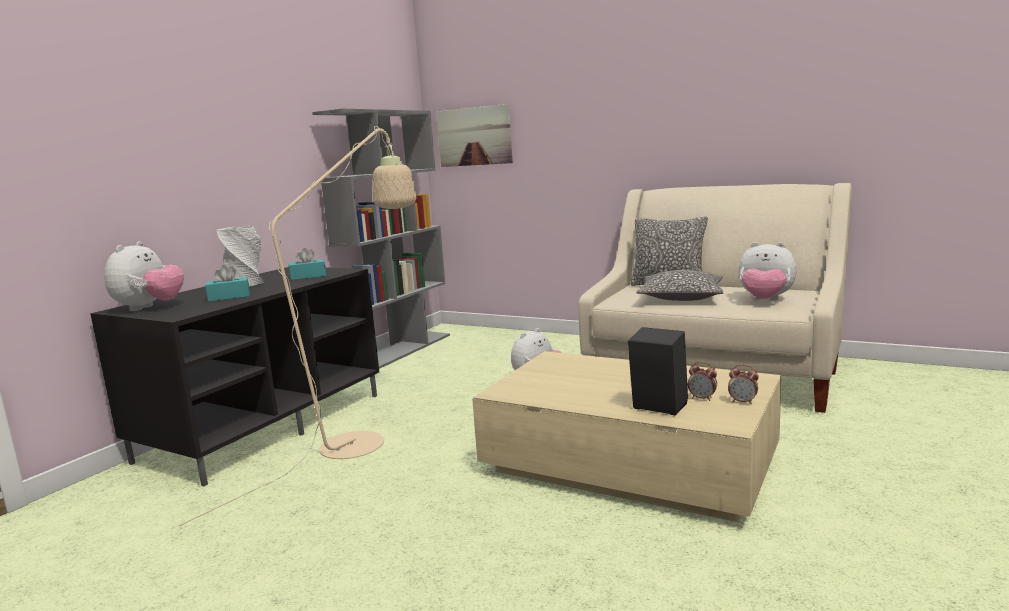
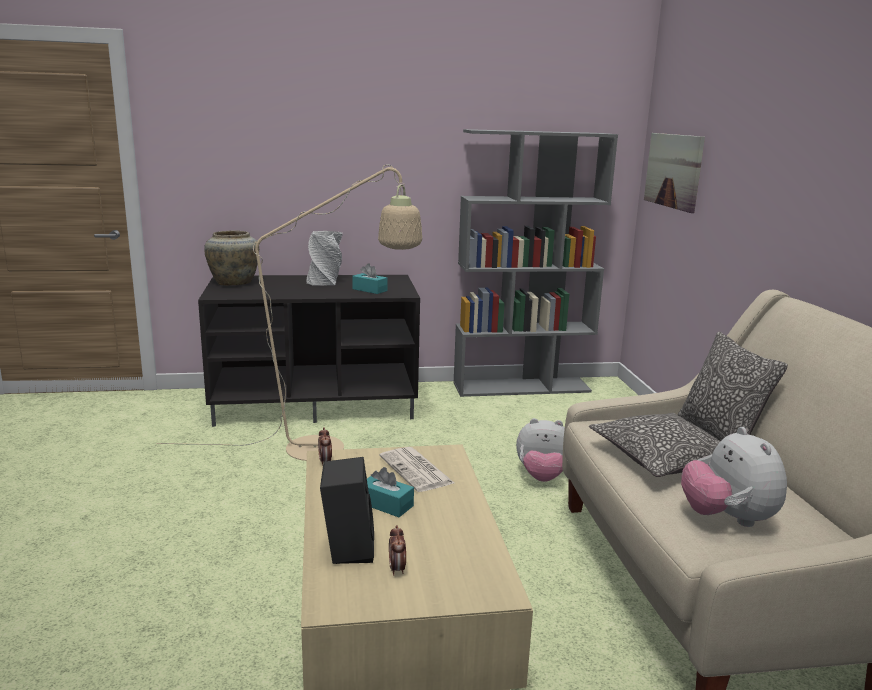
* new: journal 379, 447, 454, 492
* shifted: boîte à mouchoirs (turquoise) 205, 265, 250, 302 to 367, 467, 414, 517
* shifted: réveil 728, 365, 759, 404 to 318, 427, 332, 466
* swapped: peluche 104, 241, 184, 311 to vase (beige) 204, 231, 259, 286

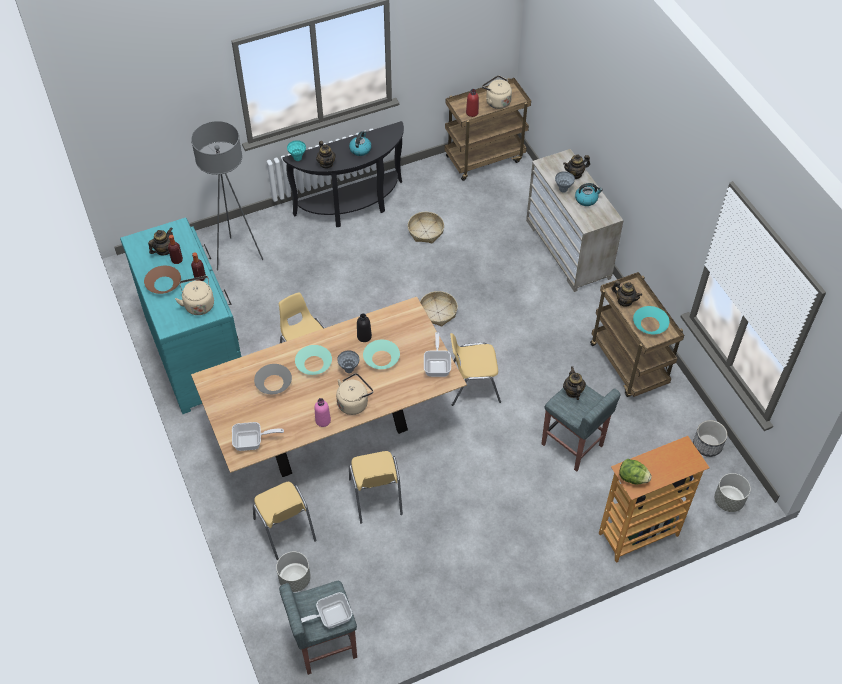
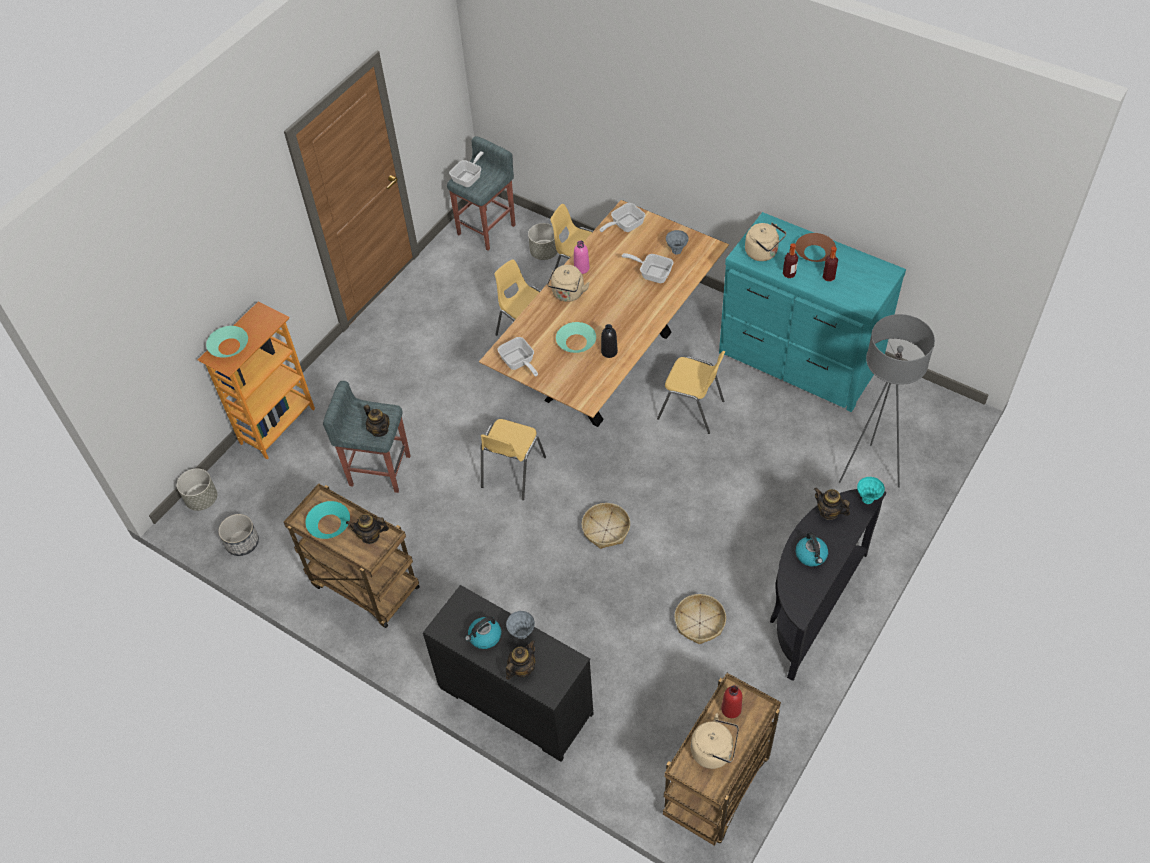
* gone: théière 148, 227, 173, 256
* gone: laitue 619, 459, 652, 484
* shifted: bol (turquoise) 295, 345, 332, 375 to 206, 326, 248, 358
* shifted: vase (gris) 337, 350, 359, 373 to 666, 230, 689, 255
* swapped: bol (gris) 254, 364, 292, 394 to poêle 622, 253, 674, 283
* repainted: commode (beige) 526, 149, 624, 292 to commode (noir) 423, 585, 594, 762
* rotated: chaise (jaune) 450, 333, 501, 406 = 481, 419, 546, 500 150 degrees clockwise

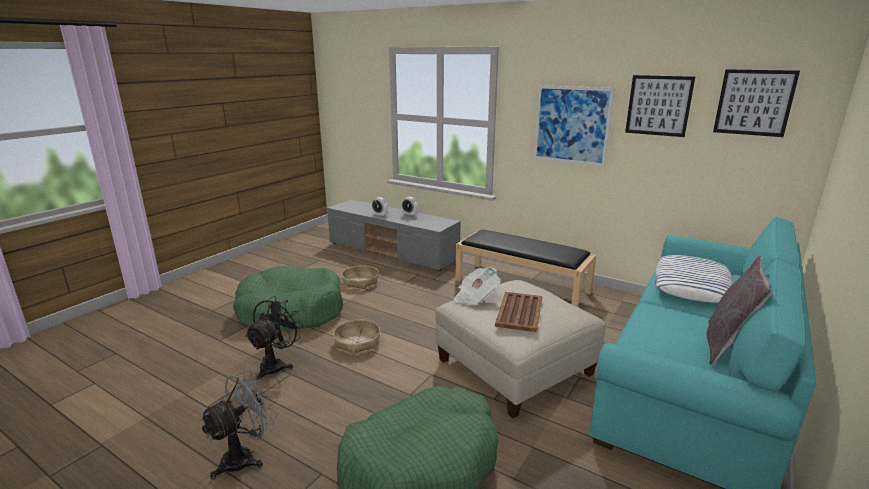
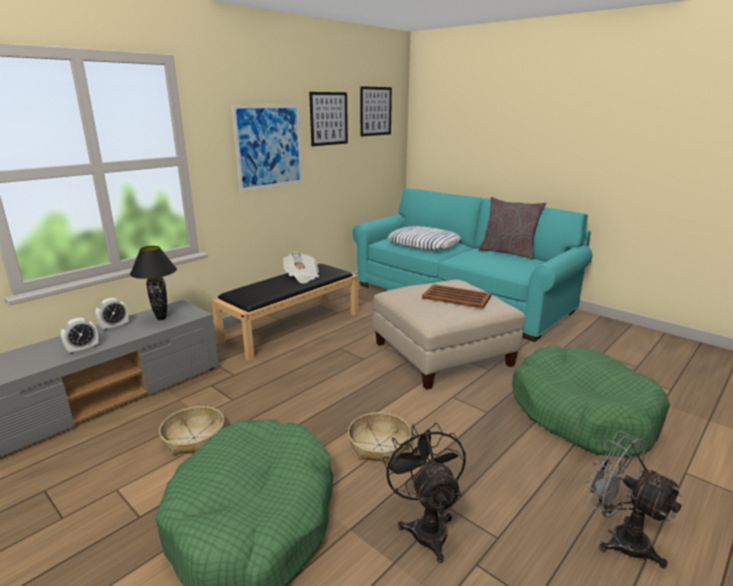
* new: lampe de table (noir) 130, 246, 177, 320
* shifted: journal 454, 267, 501, 306 to 283, 252, 319, 284
* rotated: ventilateur (noir) 245, 296, 303, 381 = 383, 422, 466, 563 45 degrees clockwise

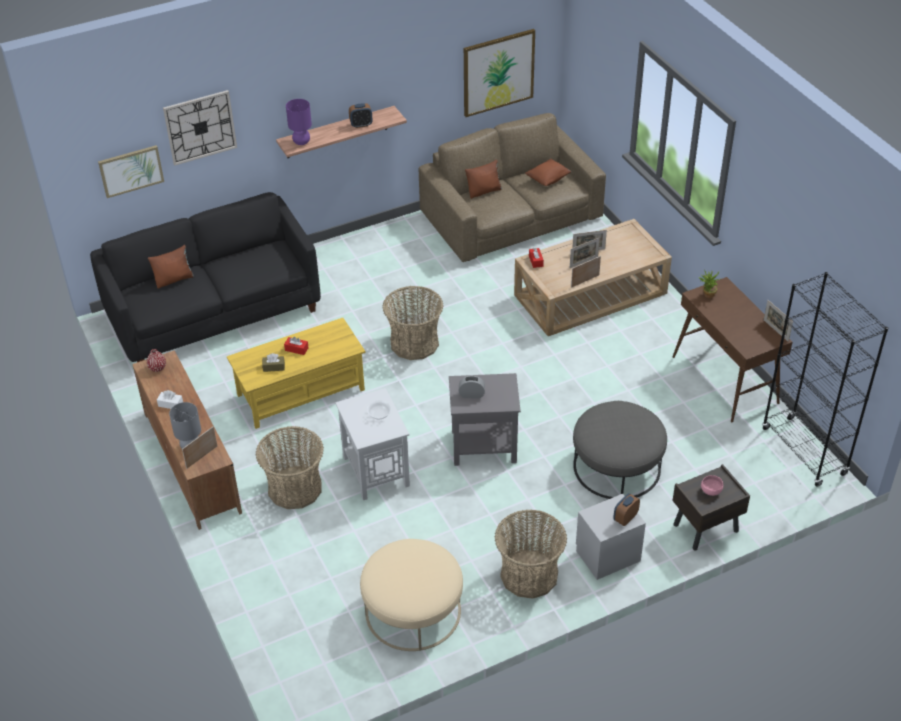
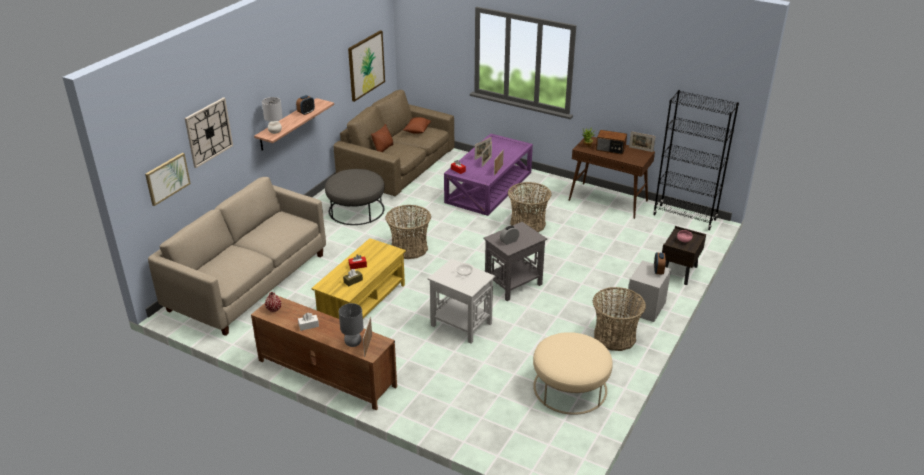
* gone: coussin (marron) 148, 245, 194, 289
* new: radio 596, 130, 627, 154
* shifted: panier 256, 426, 324, 509 to 508, 182, 552, 232
* shifted: pouf (gris) 573, 401, 667, 499 to 325, 169, 385, 225
* repainted: canapé (noir) 90, 192, 321, 362 to canapé (beige) 148, 177, 326, 336
* repainted: lampe de table (violet) 286, 99, 312, 145 to lampe de table (gris) 262, 97, 283, 134
* repainted: table basse (beige) 514, 219, 672, 336 to table basse (violet) 444, 133, 533, 216

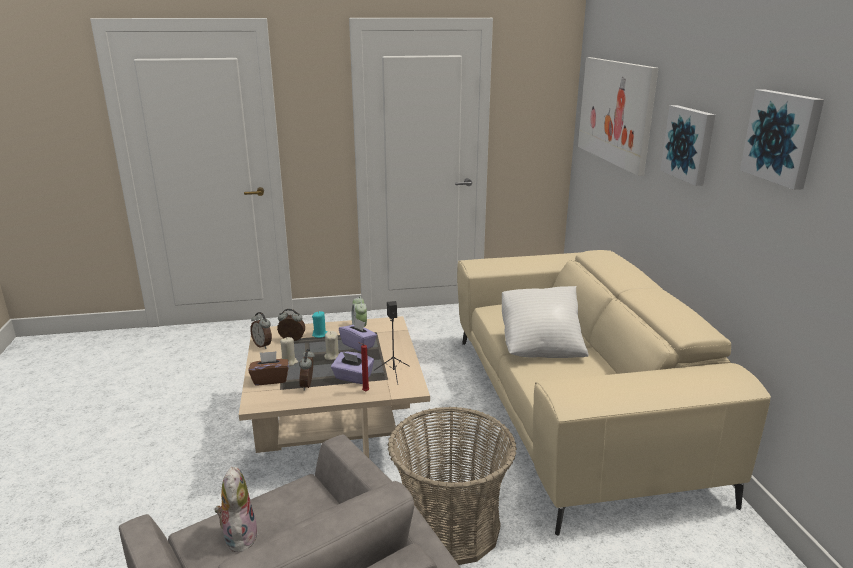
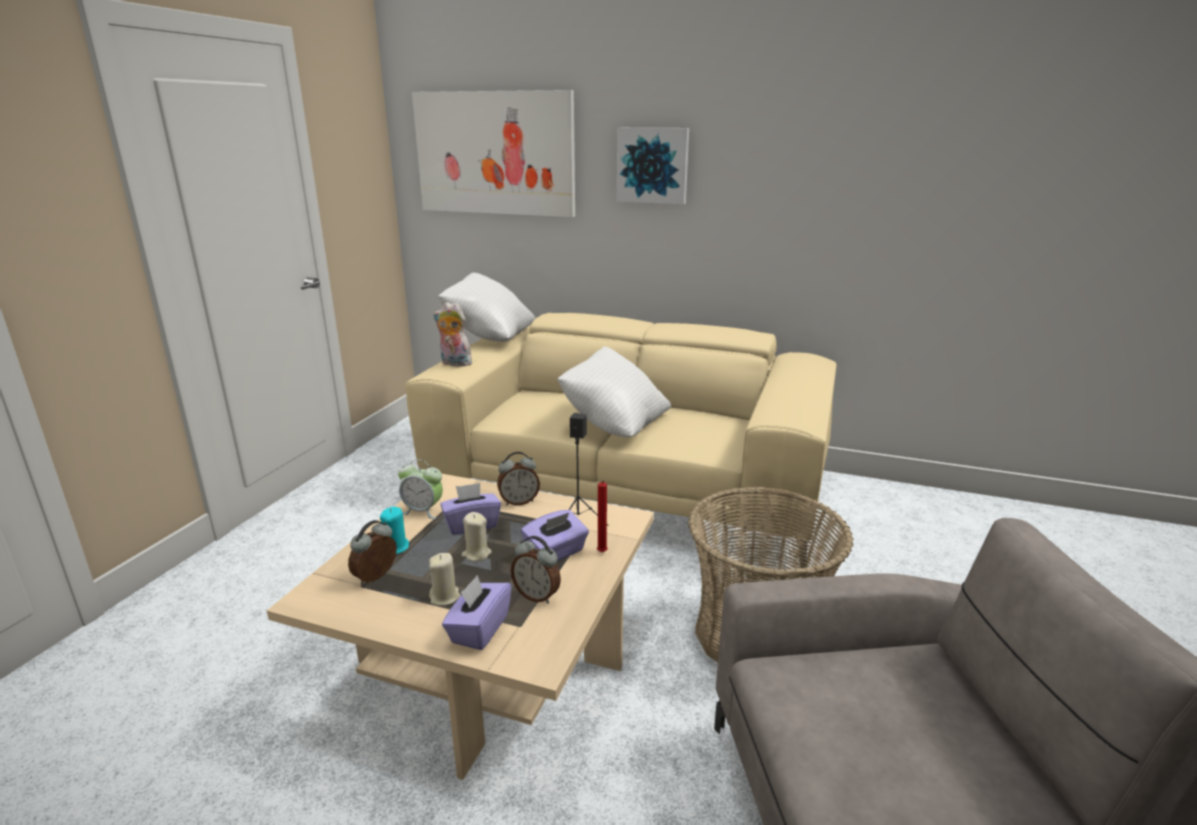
* gone: tableau 740, 89, 824, 190
* new: coussin (blanc) 438, 273, 535, 342
* shifted: peluche 215, 467, 258, 552 to 433, 302, 474, 367
* shifted: réveil 250, 312, 272, 349 to 497, 452, 540, 505
* repainted: boîte à mouchoirs (marron) 248, 351, 289, 385 to boîte à mouchoirs (violet) 442, 575, 512, 650

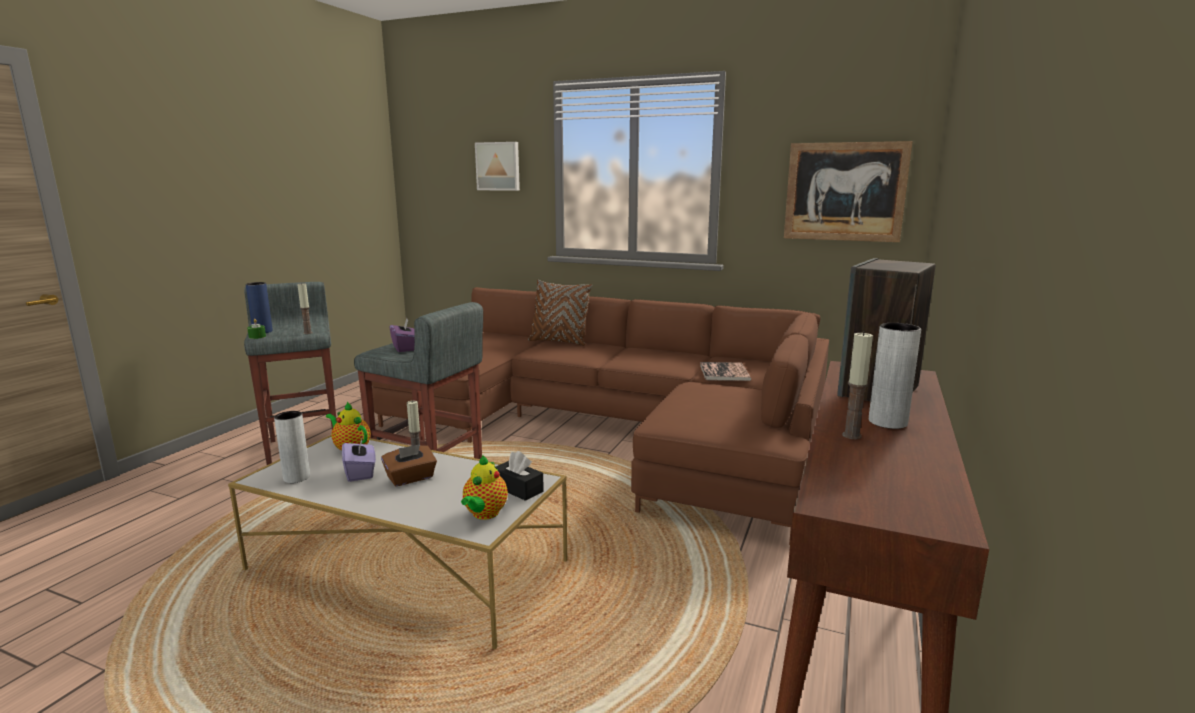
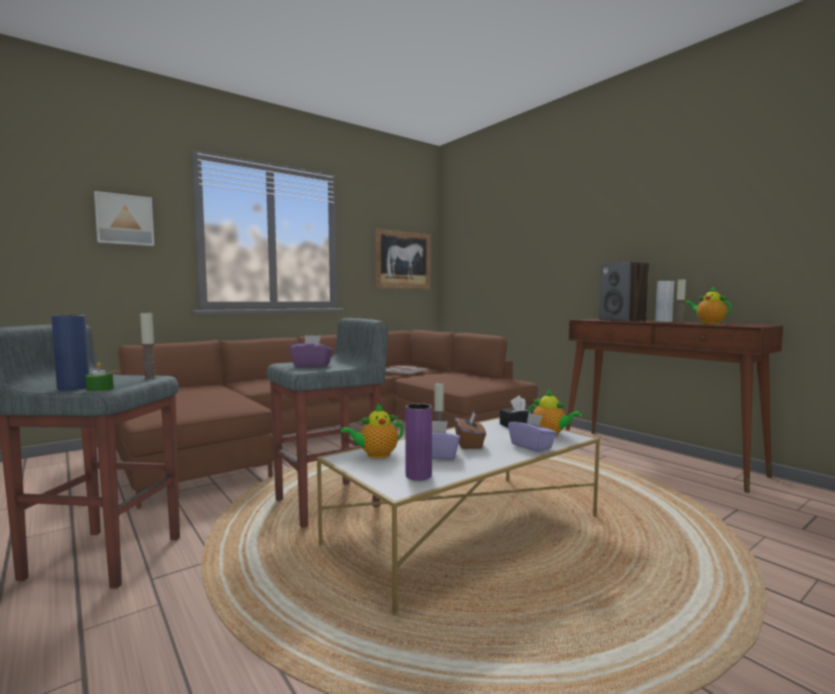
* gone: coussin (marron) 528, 279, 592, 346
* new: boîte à mouchoirs (violet) 508, 412, 557, 452
* new: théière 685, 286, 732, 324
* repainted: vase (gris) 274, 411, 310, 483 to vase (violet) 405, 403, 432, 481

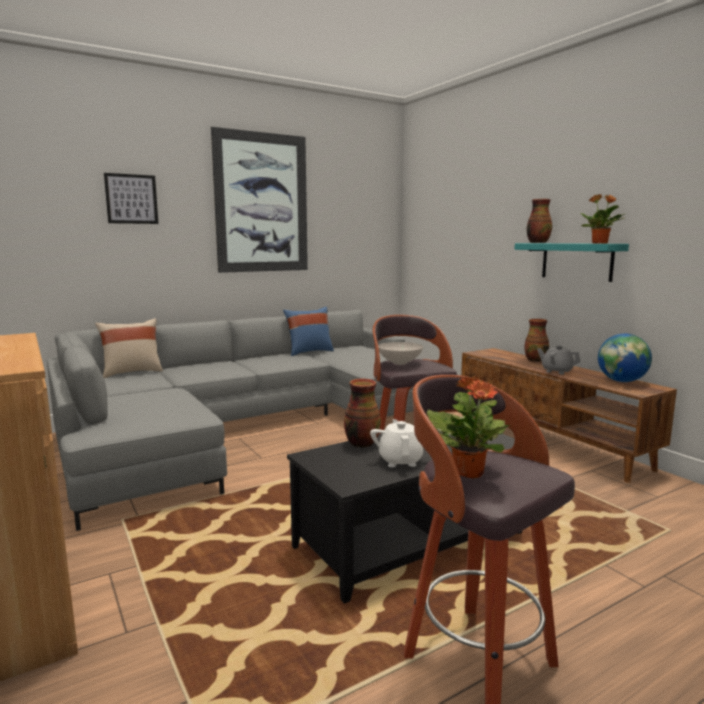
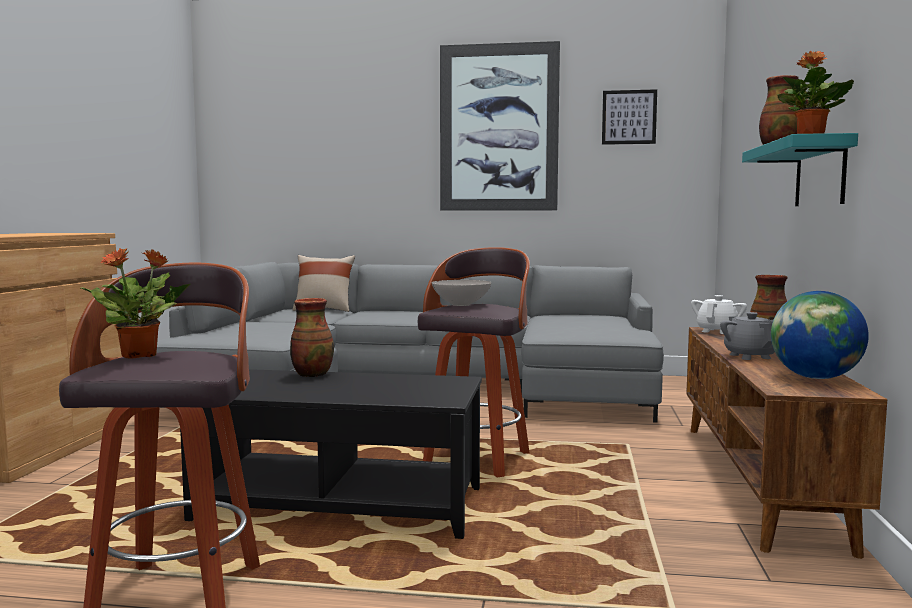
* gone: coussin (bleu) 283, 307, 334, 356
* shifted: tableau 104, 173, 158, 224 to 602, 89, 657, 145
* shifted: théière (blanc) 370, 419, 423, 467 to 691, 295, 747, 334

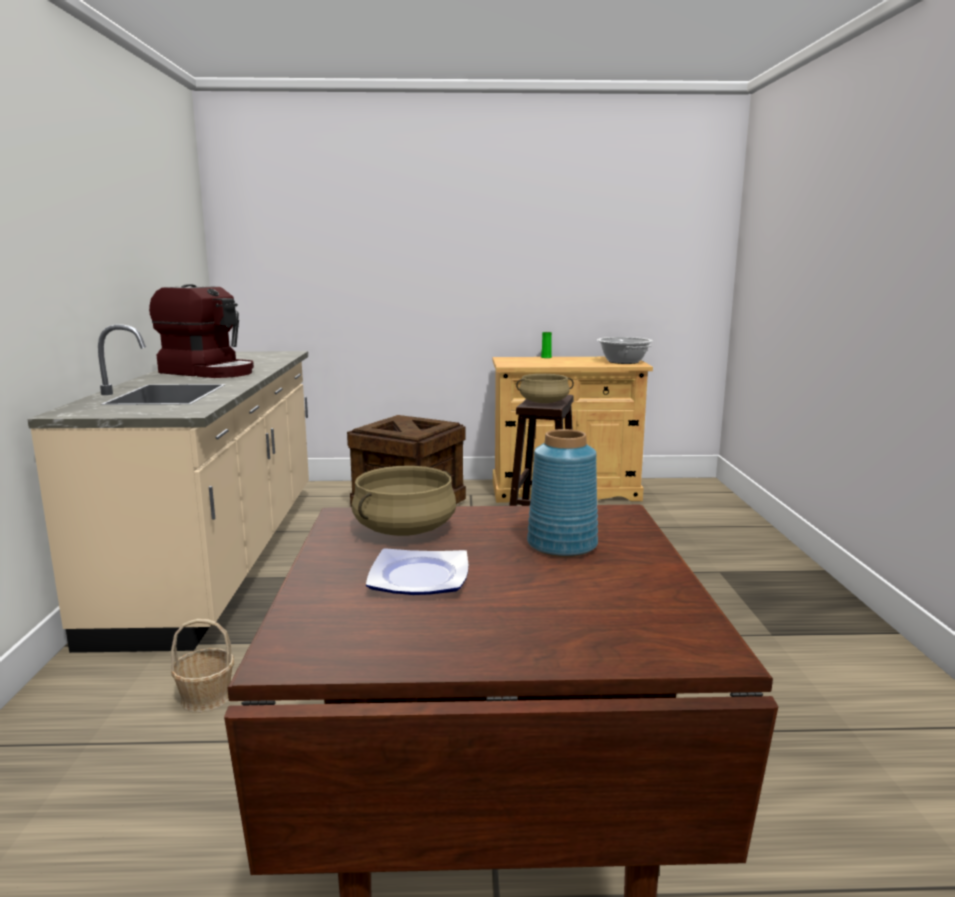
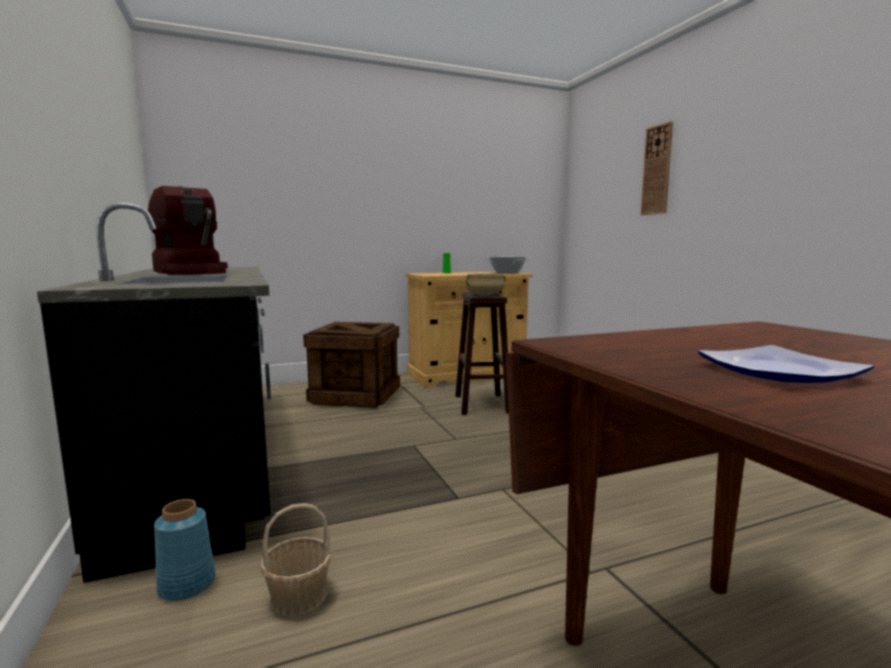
* gone: marmite (beige) 351, 466, 456, 536
* new: horloge murale 641, 121, 673, 215
* shifted: vase (bleu) 527, 429, 598, 557 to 154, 499, 216, 601
* repainted: comptoir de cuisine (beige) 27, 324, 309, 653 to comptoir de cuisine (noir) 37, 203, 271, 583
* rotated: machine à café 149, 284, 254, 378 = 148, 186, 228, 275 45 degrees clockwise

